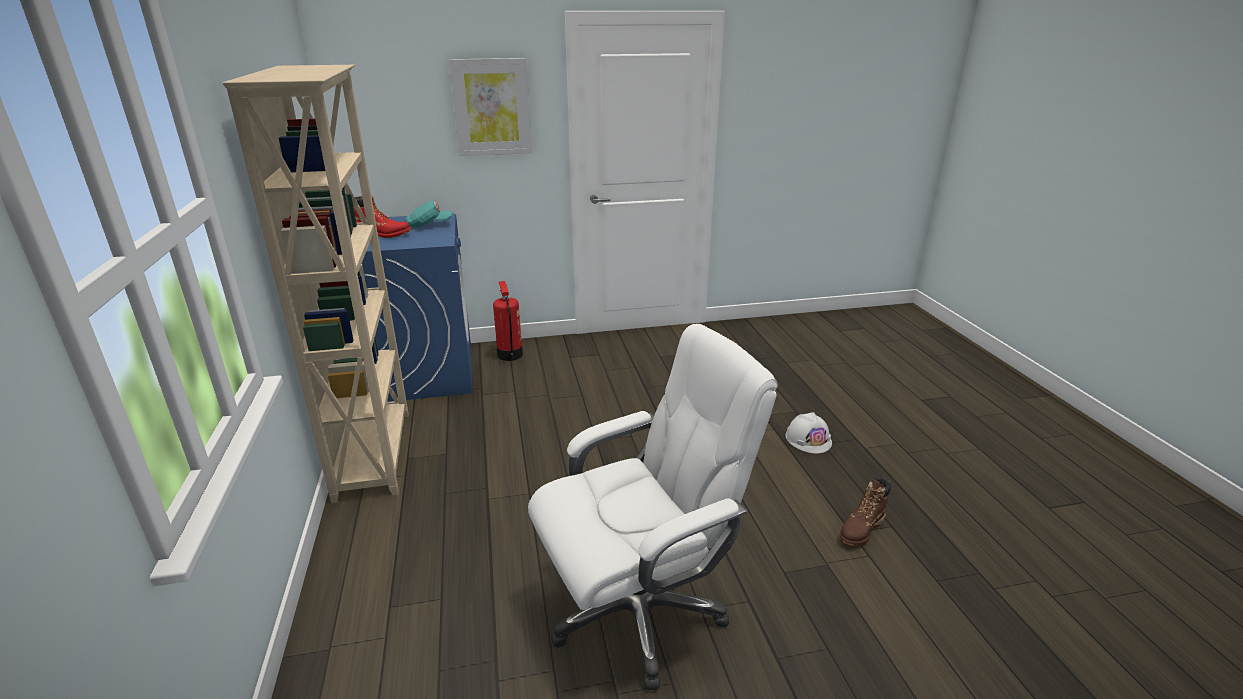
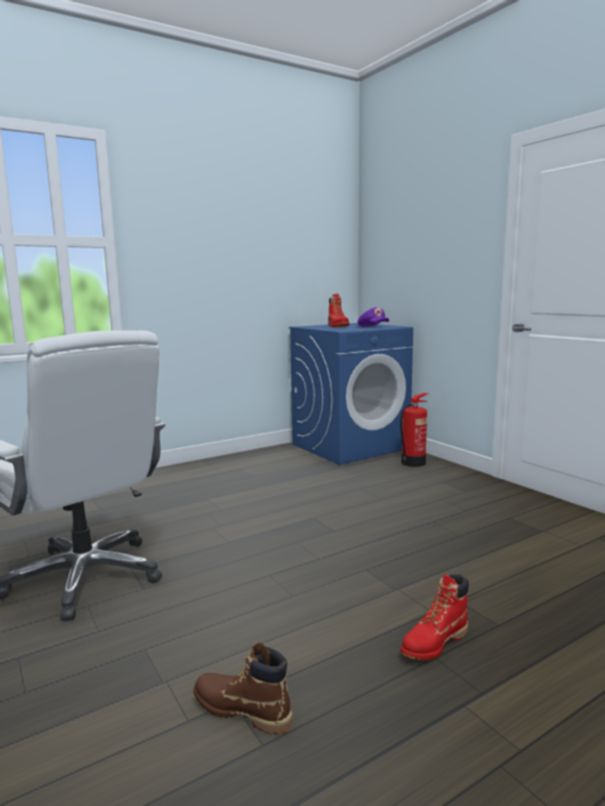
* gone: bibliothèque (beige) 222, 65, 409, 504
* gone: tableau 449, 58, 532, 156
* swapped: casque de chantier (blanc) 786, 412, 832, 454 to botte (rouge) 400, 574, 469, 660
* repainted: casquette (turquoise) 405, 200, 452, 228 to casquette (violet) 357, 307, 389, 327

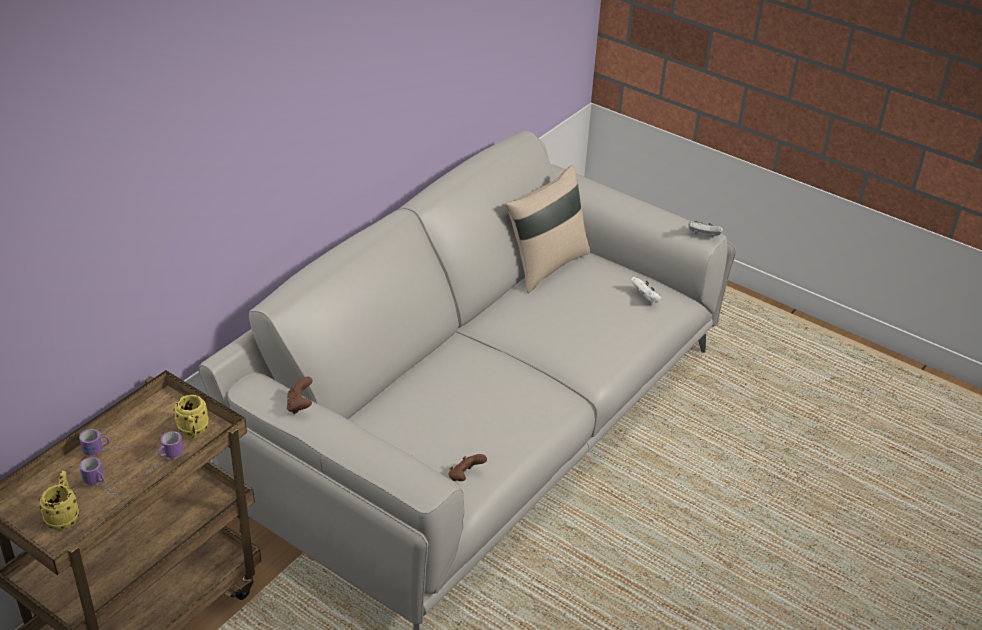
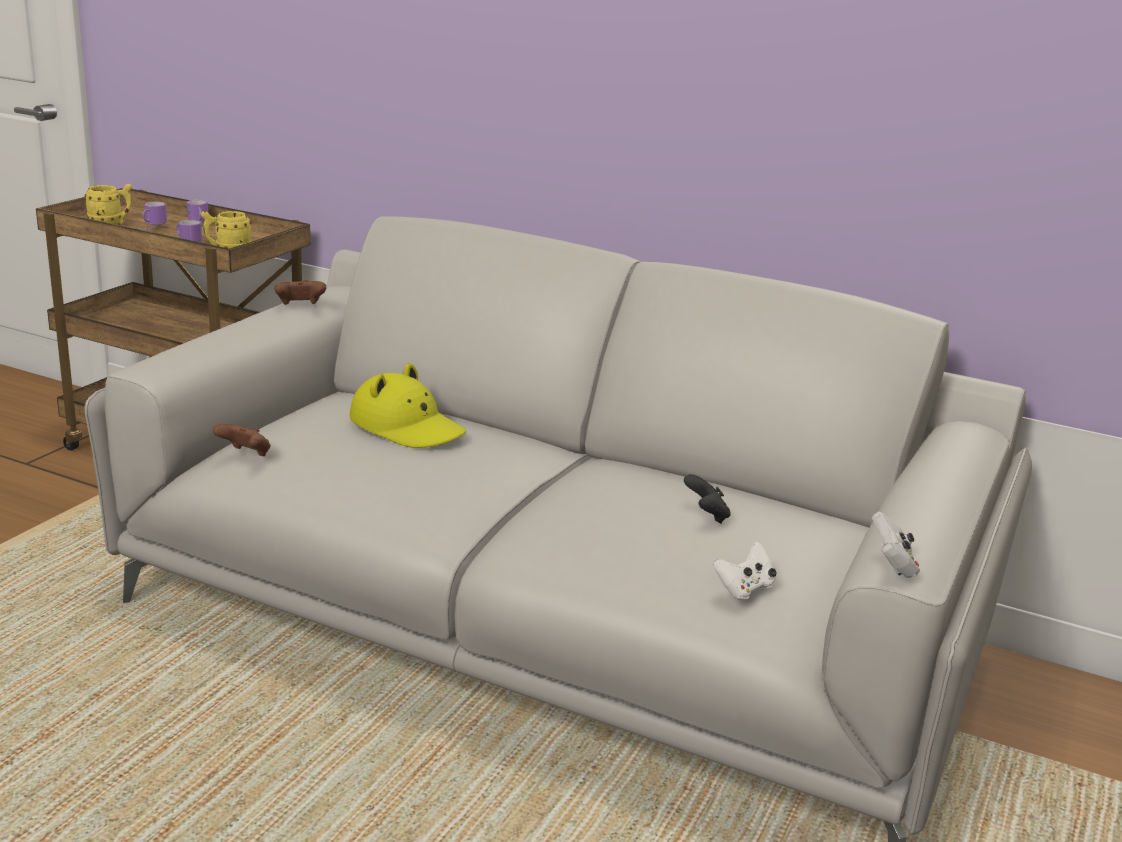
* gone: coussin (beige) 506, 165, 590, 293
* new: chapeau (jaune) 349, 363, 466, 448
* new: manette (noir) 684, 474, 731, 524

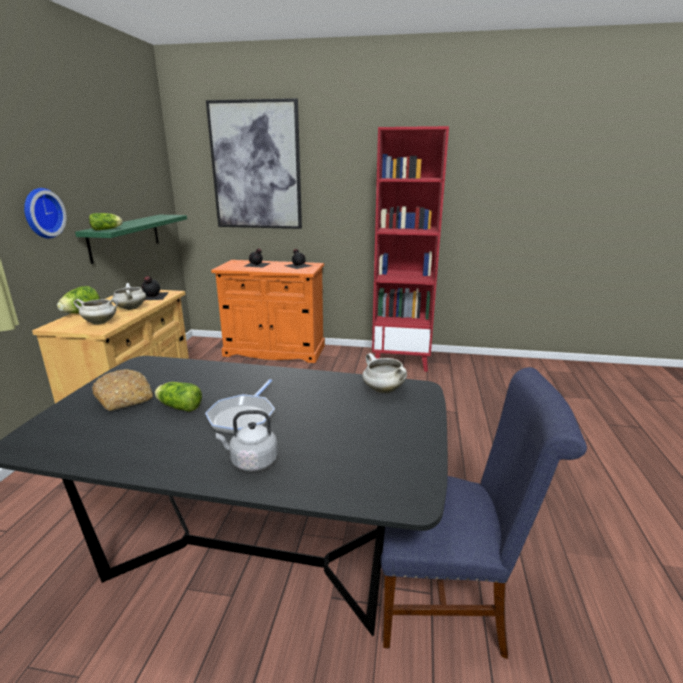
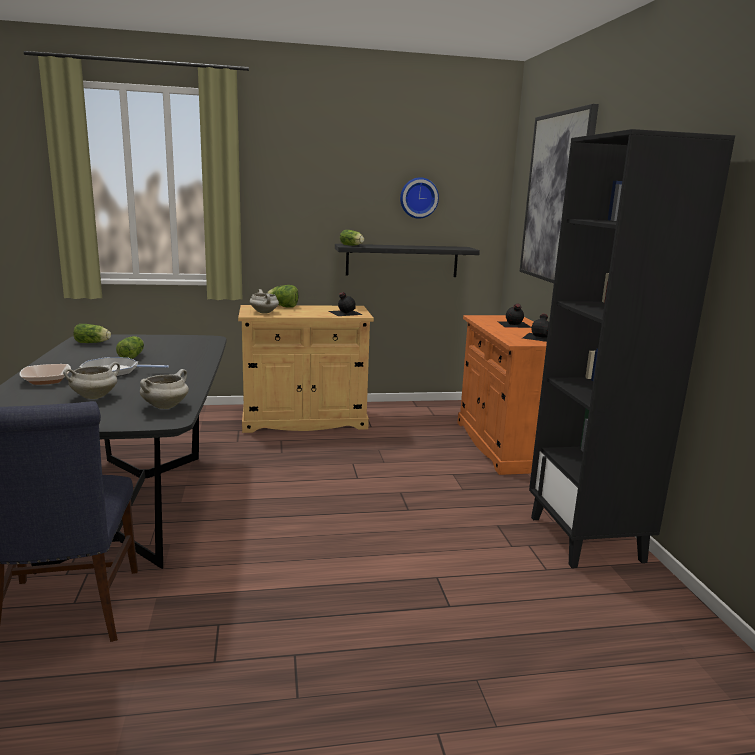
* gone: pain 92, 369, 153, 411
* new: laitue 73, 324, 111, 343
* shifted: horloge murale 24, 188, 67, 239 to 400, 177, 439, 219
* shifted: marmite (blanc) 112, 283, 146, 310 to 63, 362, 120, 399
* swapped: bouilloire (gris) 216, 410, 278, 472 to bol 19, 364, 71, 385
* repainted: étagère (vert) 75, 215, 187, 264 to étagère (noir) 335, 244, 480, 277
* repainted: bibliothèque (rouge) 372, 126, 449, 372 to bibliothèque (noir) 529, 129, 735, 568

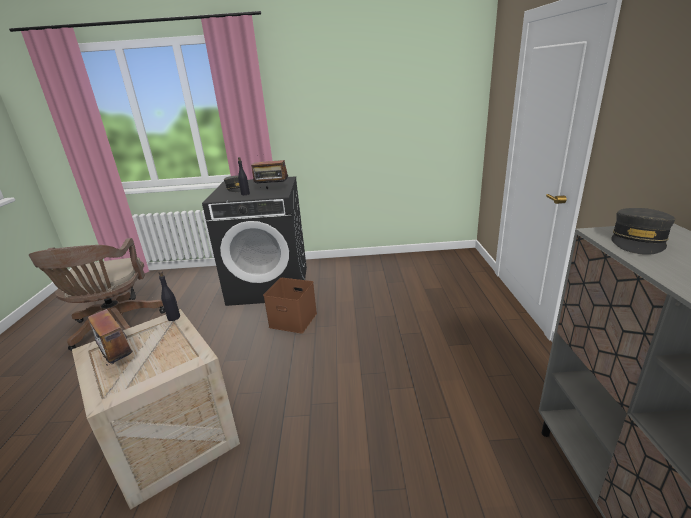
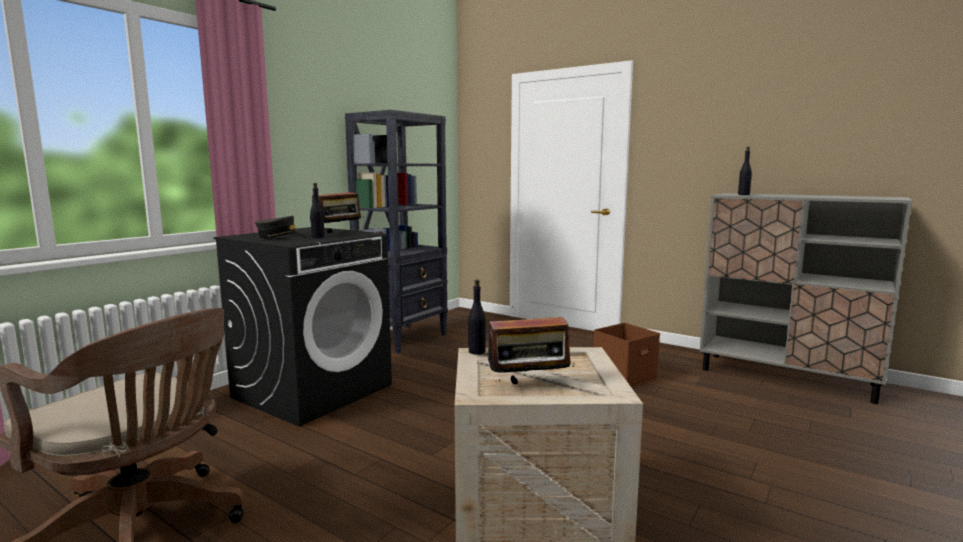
* new: bibliothèque (noir) 345, 110, 448, 353
* shifted: boîte de rangement (marron) 263, 278, 317, 333 to 594, 323, 660, 387
* swapped: casquette (gris) 611, 208, 675, 255 to bouteille (noir) 738, 147, 752, 195

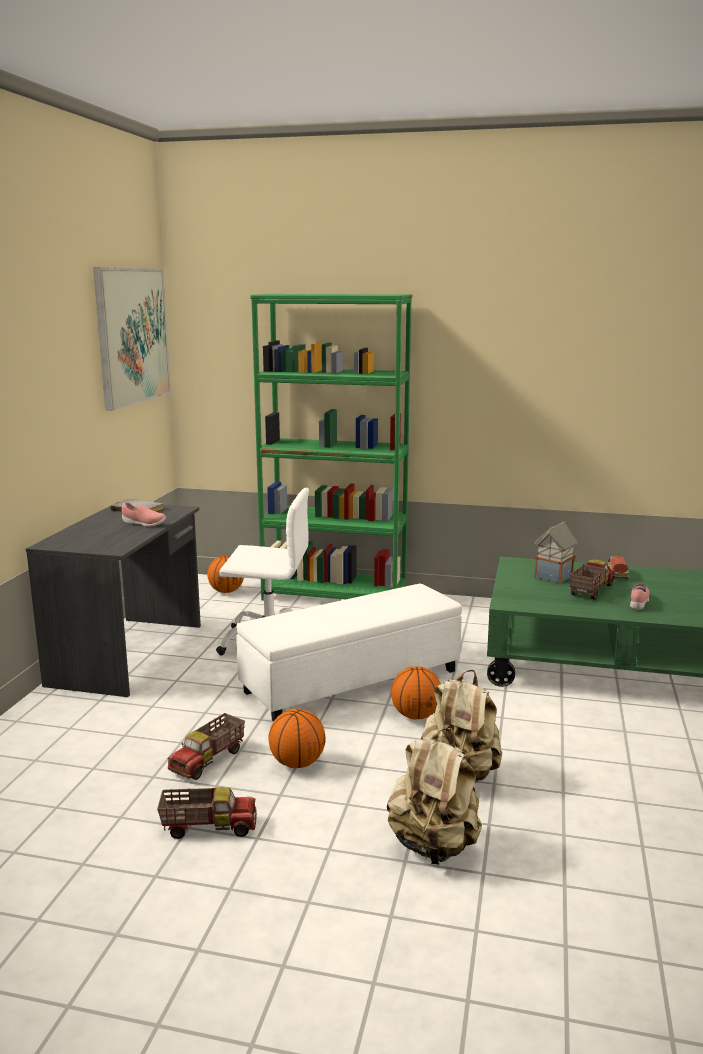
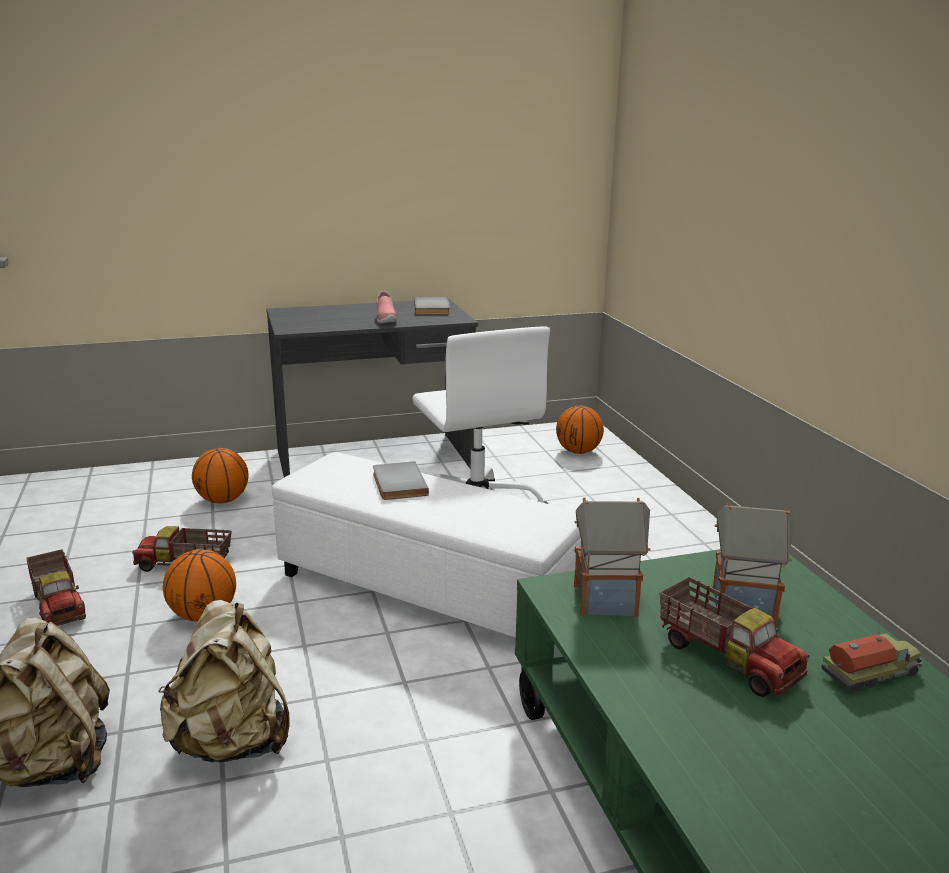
* gone: tableau 93, 267, 171, 411
* gone: bibliothèque (vert) 250, 294, 412, 600
* gone: chaussure (rose) 630, 584, 649, 610
* new: livre (gris) 373, 461, 429, 500
* new: maison miniature 574, 497, 651, 617
* shifted: ballon de basket 391, 666, 441, 719 to 192, 448, 249, 504
* rotated: camion jouet 570, 560, 615, 600 = 659, 577, 809, 697 45 degrees clockwise

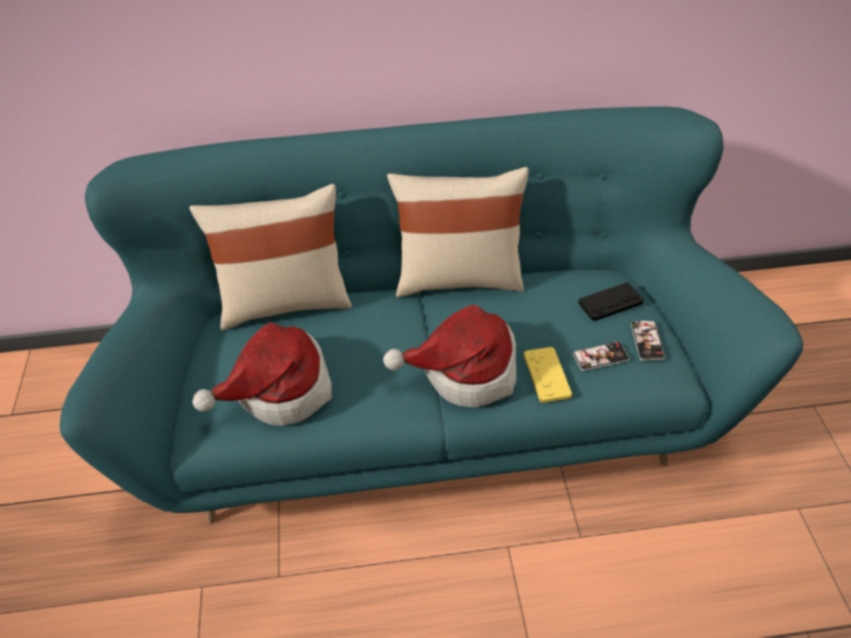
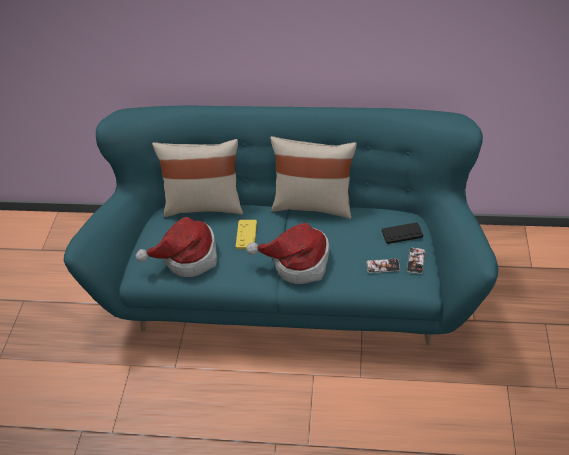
* shifted: manette (jaune) 524, 347, 572, 403 to 236, 220, 257, 249

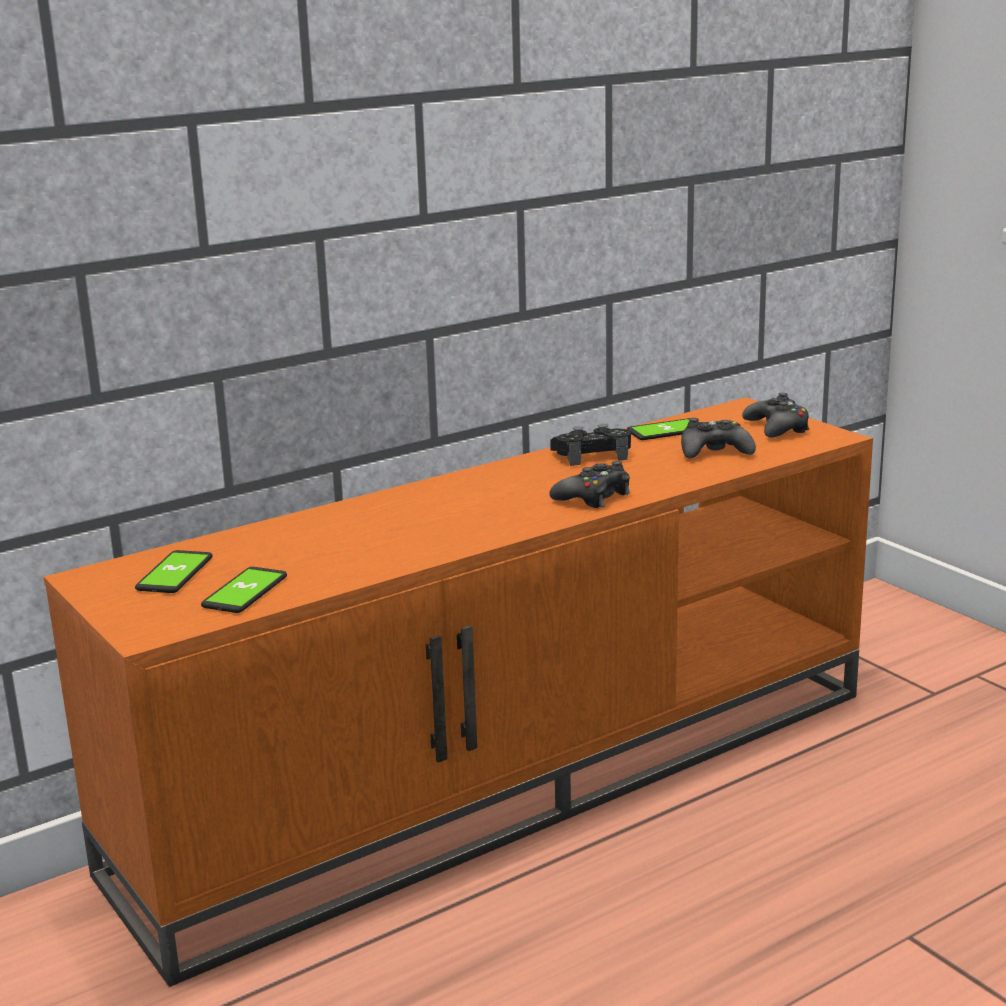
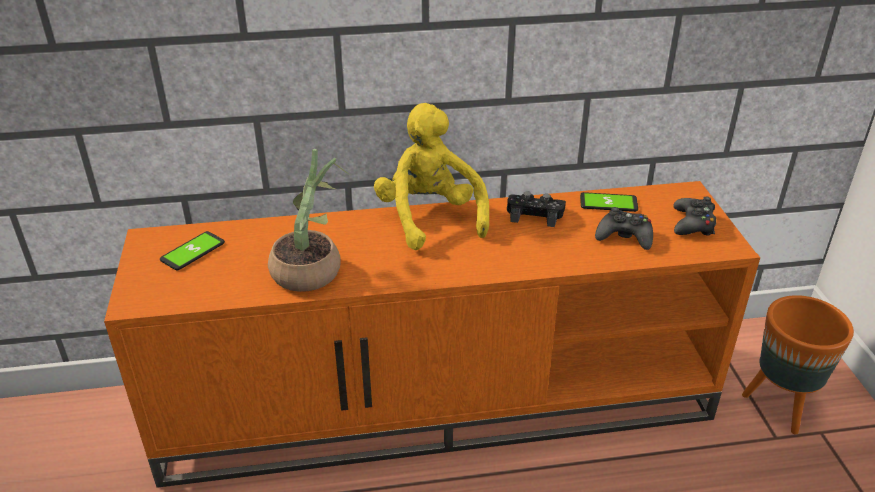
* gone: téléphone 201, 567, 287, 613
* gone: manette (noir) 549, 461, 630, 508
* new: plante en pot 268, 149, 350, 292
* new: peluche (jaune) 374, 103, 489, 250
* new: cache-pot (orange) 742, 295, 854, 435

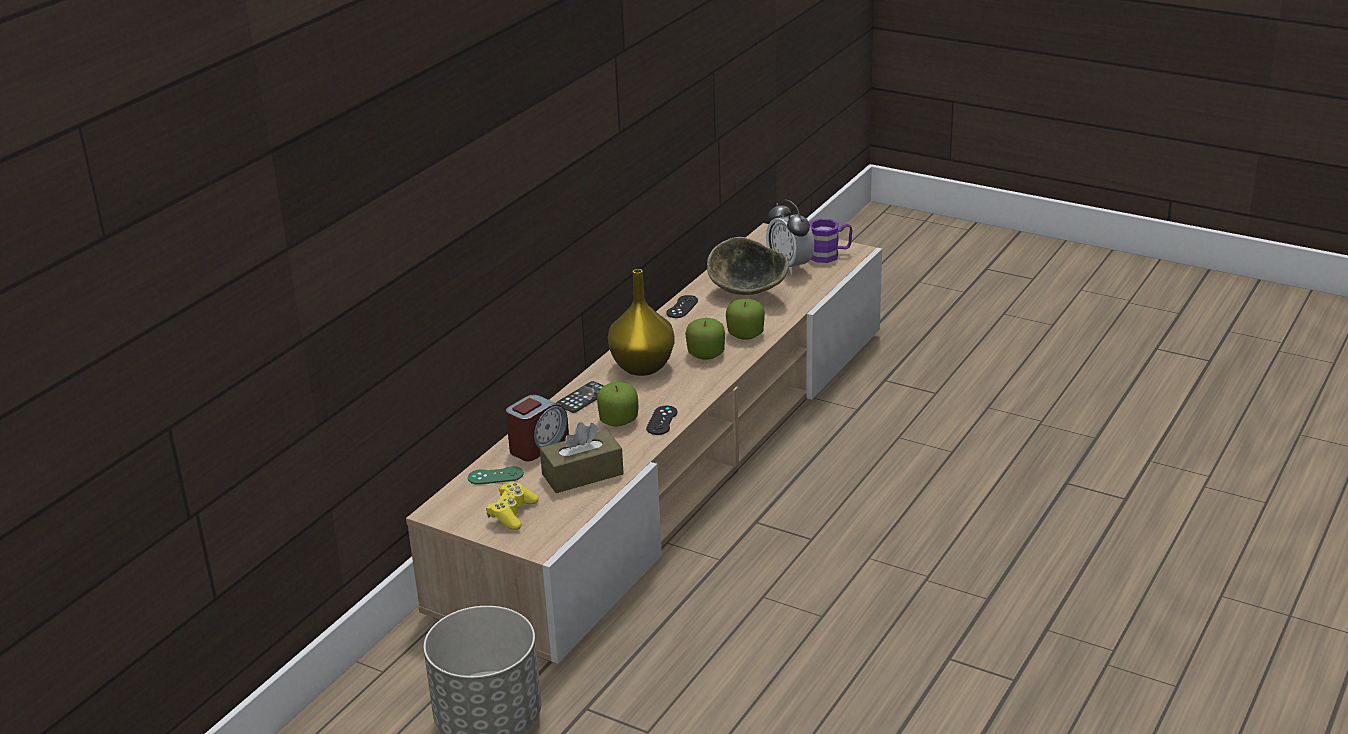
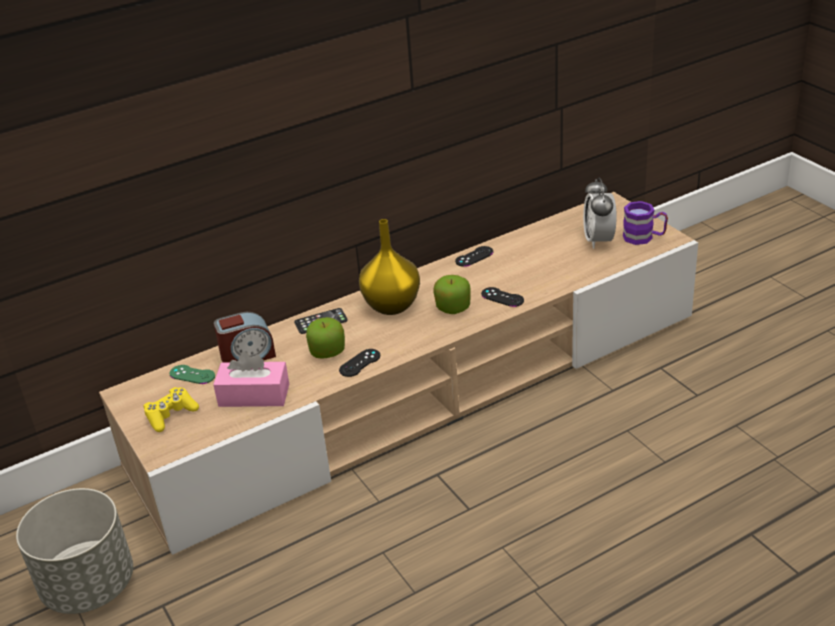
* gone: bol 707, 237, 789, 295
* swapped: pomme 726, 299, 765, 340 to manette (noir) 481, 287, 524, 307
* repainted: boîte à mouchoirs (marron) 540, 422, 624, 493 to boîte à mouchoirs (rose) 213, 352, 289, 407

